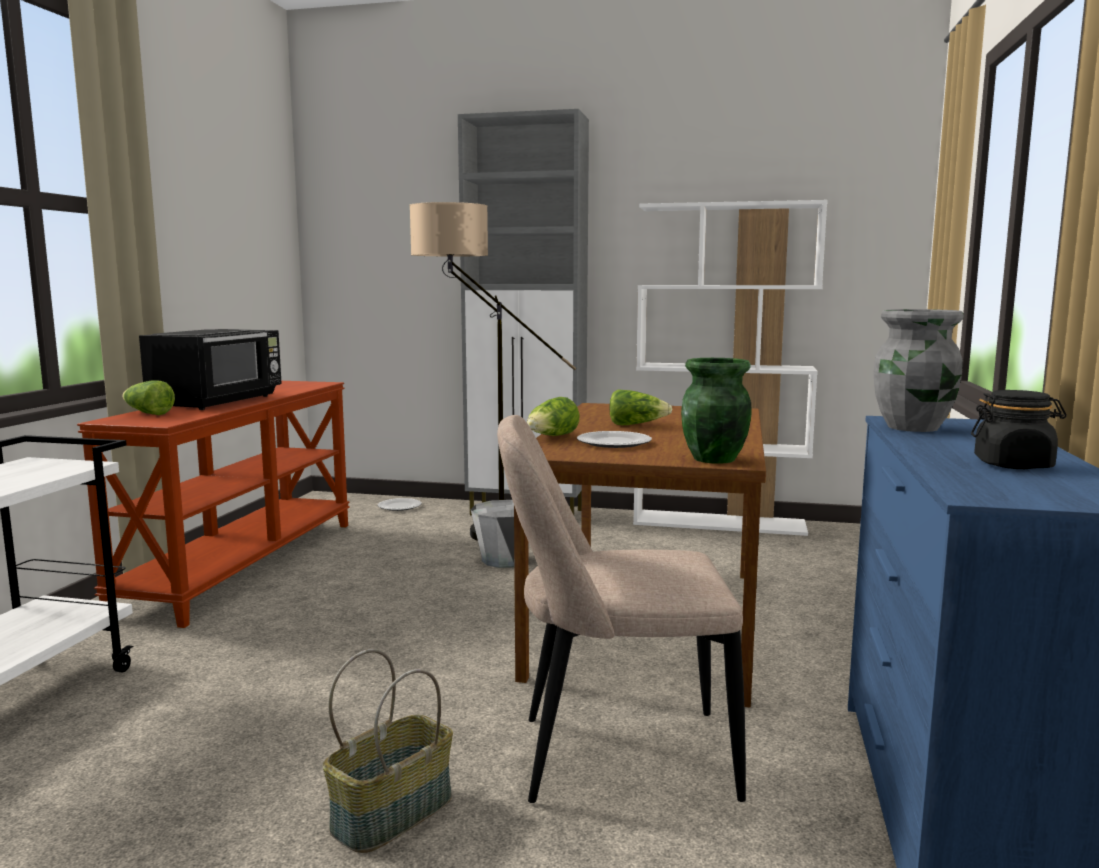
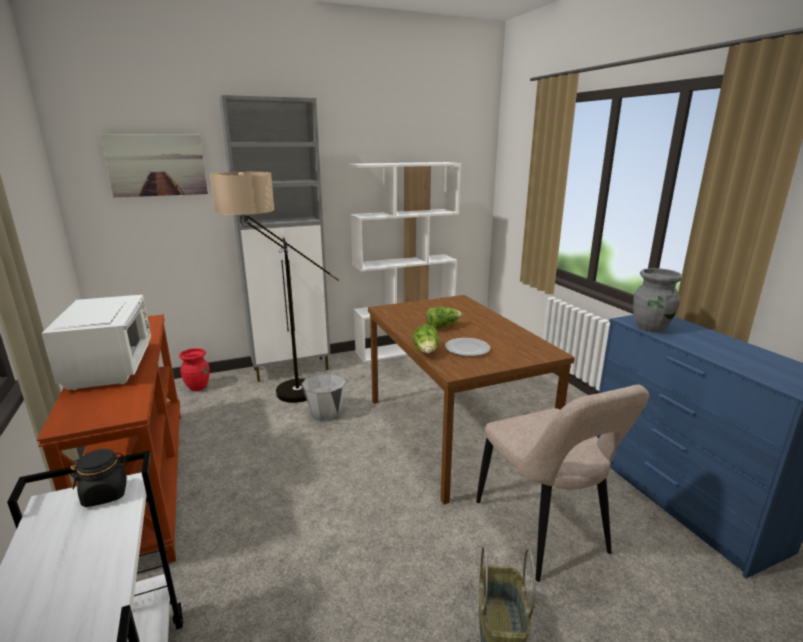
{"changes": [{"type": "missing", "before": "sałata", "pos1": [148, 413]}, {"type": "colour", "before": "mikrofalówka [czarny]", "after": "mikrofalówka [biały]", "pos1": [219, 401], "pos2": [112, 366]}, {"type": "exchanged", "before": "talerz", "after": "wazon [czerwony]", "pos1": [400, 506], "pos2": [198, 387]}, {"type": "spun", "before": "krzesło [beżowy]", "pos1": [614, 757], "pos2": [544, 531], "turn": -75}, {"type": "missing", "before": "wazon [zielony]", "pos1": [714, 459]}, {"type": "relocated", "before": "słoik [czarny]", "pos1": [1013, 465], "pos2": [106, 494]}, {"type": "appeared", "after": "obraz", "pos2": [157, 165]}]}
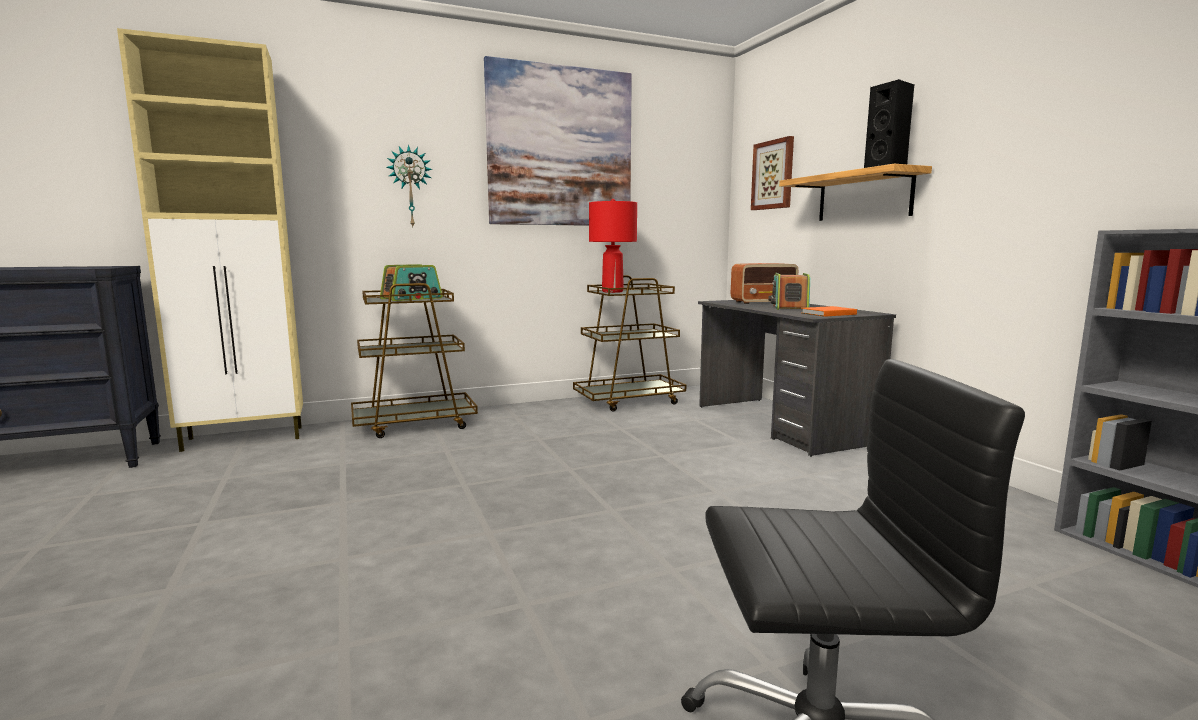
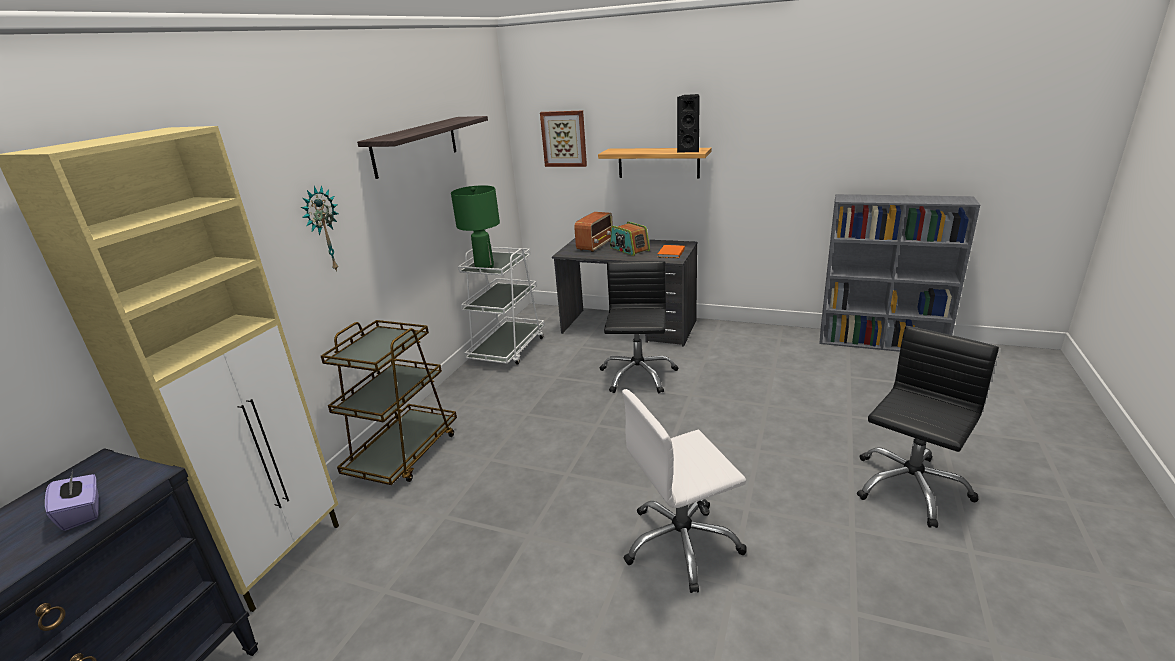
{"changes": [{"type": "missing", "before": "radio", "pos1": [412, 298]}, {"type": "exchanged", "before": "obraz", "after": "półka", "pos1": [560, 147], "pos2": [416, 146]}, {"type": "colour", "before": "wózek [brązowy]", "after": "wózek [biały]", "pos1": [629, 401], "pos2": [508, 349]}, {"type": "colour", "before": "lampa stołowa [czerwony]", "after": "lampa stołowa [zielony]", "pos1": [612, 291], "pos2": [484, 267]}, {"type": "appeared", "after": "pudełko chusteczek [fioletowy]", "pos2": [83, 512]}, {"type": "appeared", "after": "krzesło biurowe [czarny]", "pos2": [637, 375]}, {"type": "appeared", "after": "krzesło biurowe [biały]", "pos2": [681, 544]}]}
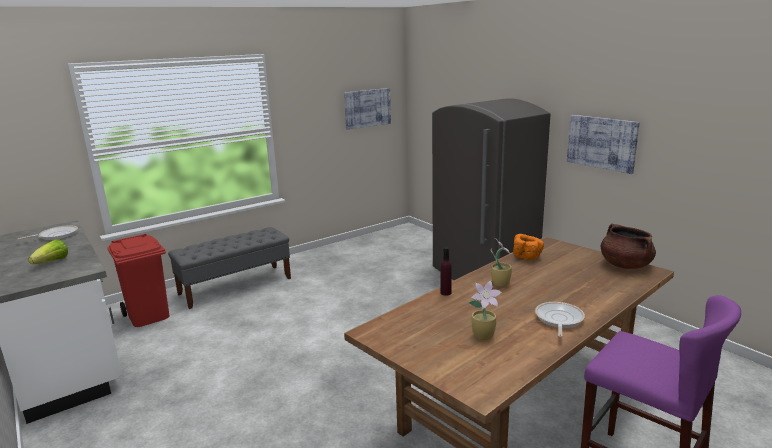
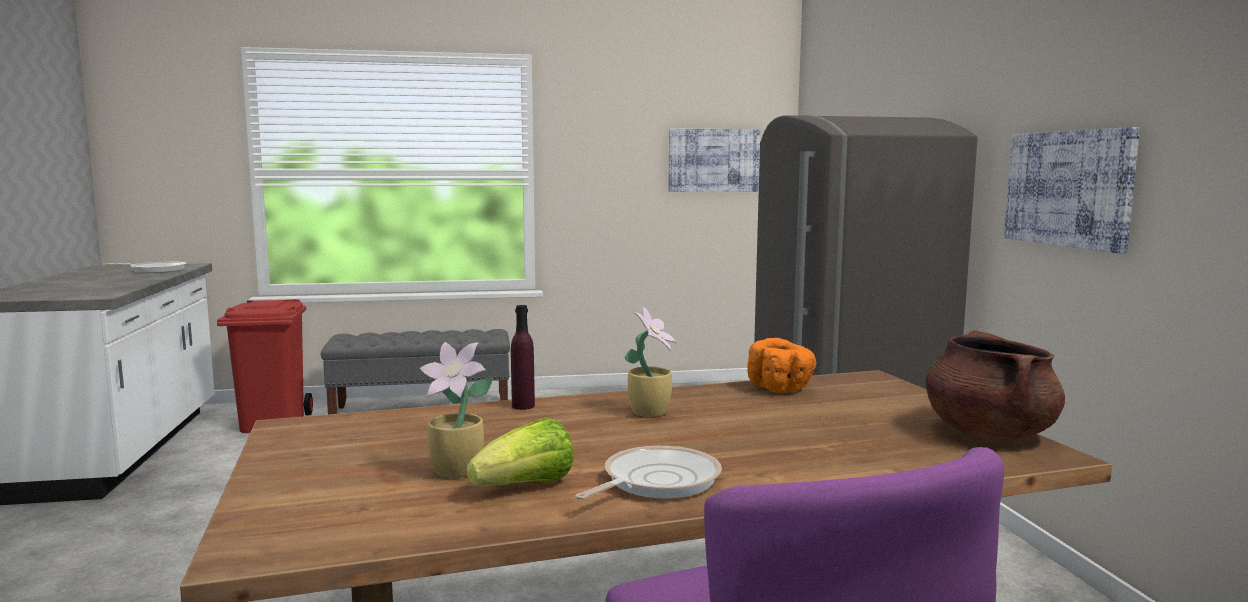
{"changes": [{"type": "relocated", "before": "sałata", "pos1": [52, 262], "pos2": [526, 487]}]}
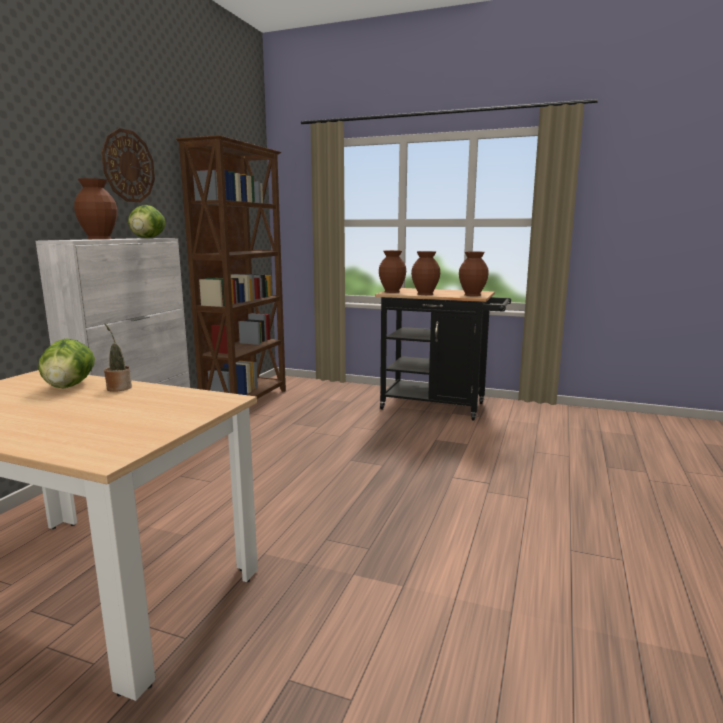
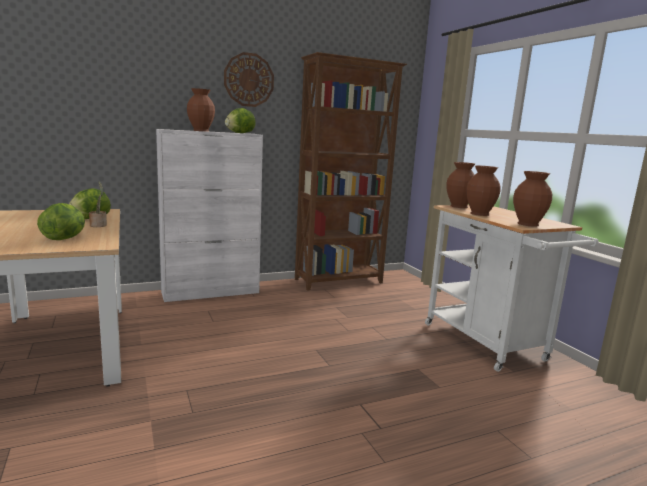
{"changes": [{"type": "colour", "before": "wózek [czarny]", "after": "wózek [biały]", "pos1": [440, 407], "pos2": [489, 345]}, {"type": "appeared", "after": "sałata", "pos2": [65, 238]}]}
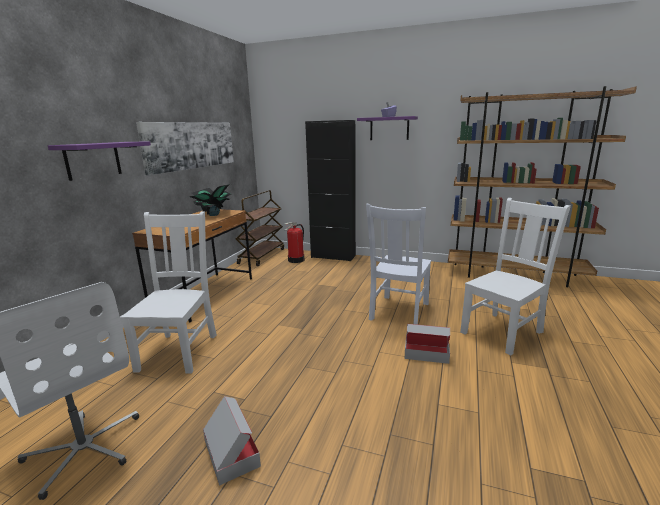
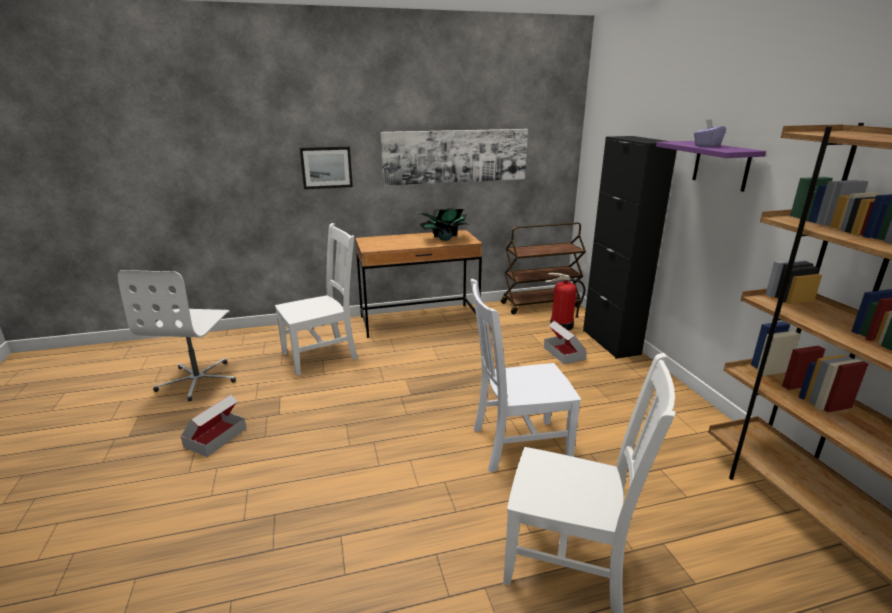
{"changes": [{"type": "exchanged", "before": "półka [fioletowy]", "after": "obraz", "pos1": [93, 160], "pos2": [326, 167]}, {"type": "relocated", "before": "karton", "pos1": [426, 353], "pos2": [564, 353]}]}
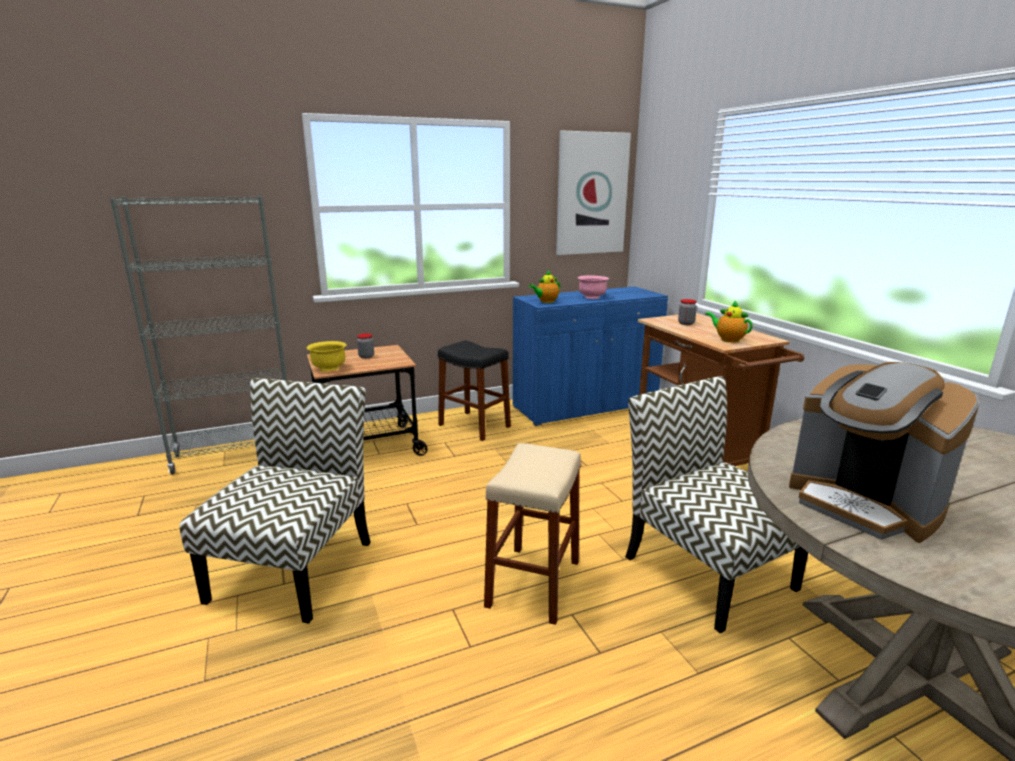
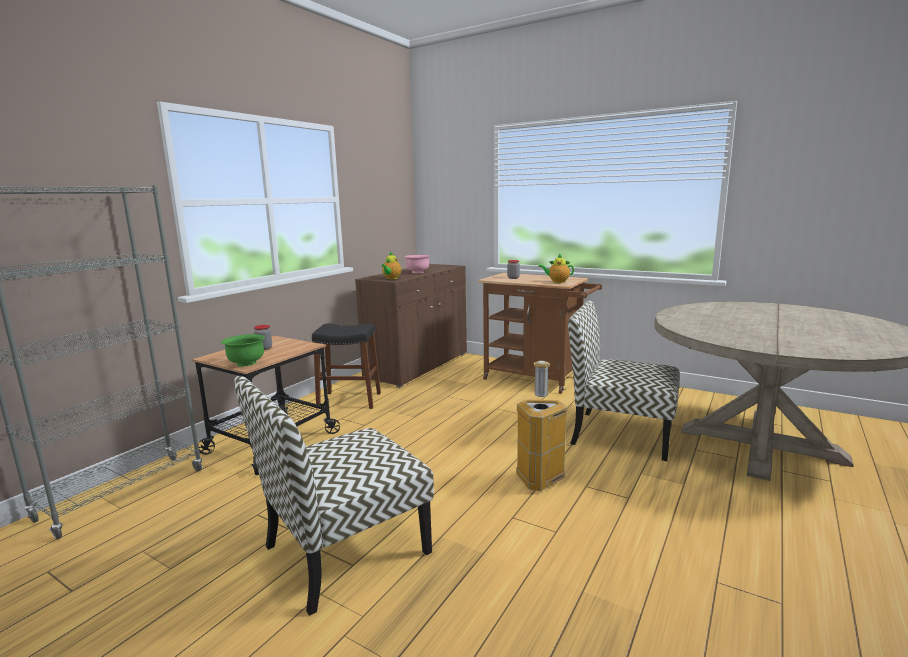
{"changes": [{"type": "spun", "before": "krzesło", "pos1": [293, 568], "pos2": [344, 551], "turn": -105}, {"type": "colour", "before": "miska [żółty]", "after": "miska [zielony]", "pos1": [329, 368], "pos2": [246, 363]}, {"type": "exchanged", "before": "stołek [beżowy]", "after": "kosz na śmieci", "pos1": [534, 583], "pos2": [540, 480]}, {"type": "colour", "before": "szafka [niebieski]", "after": "szafka [brązowy]", "pos1": [585, 406], "pos2": [418, 366]}, {"type": "missing", "before": "obraz", "pos1": [591, 194]}, {"type": "missing", "before": "ekspres do kawy", "pos1": [863, 504]}]}
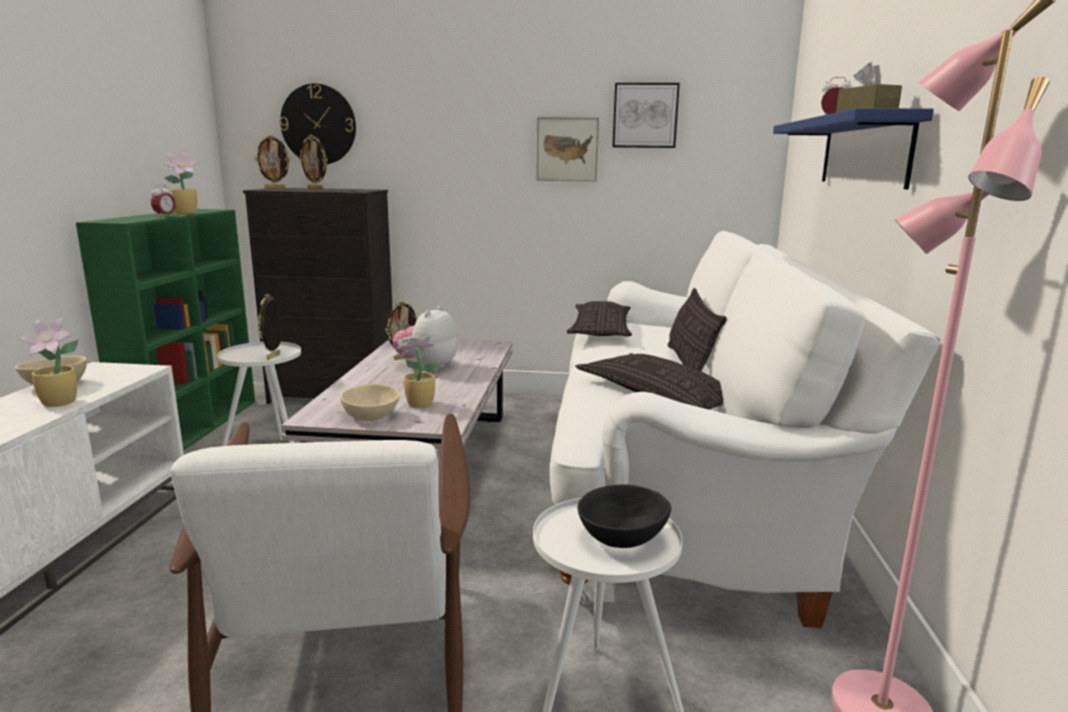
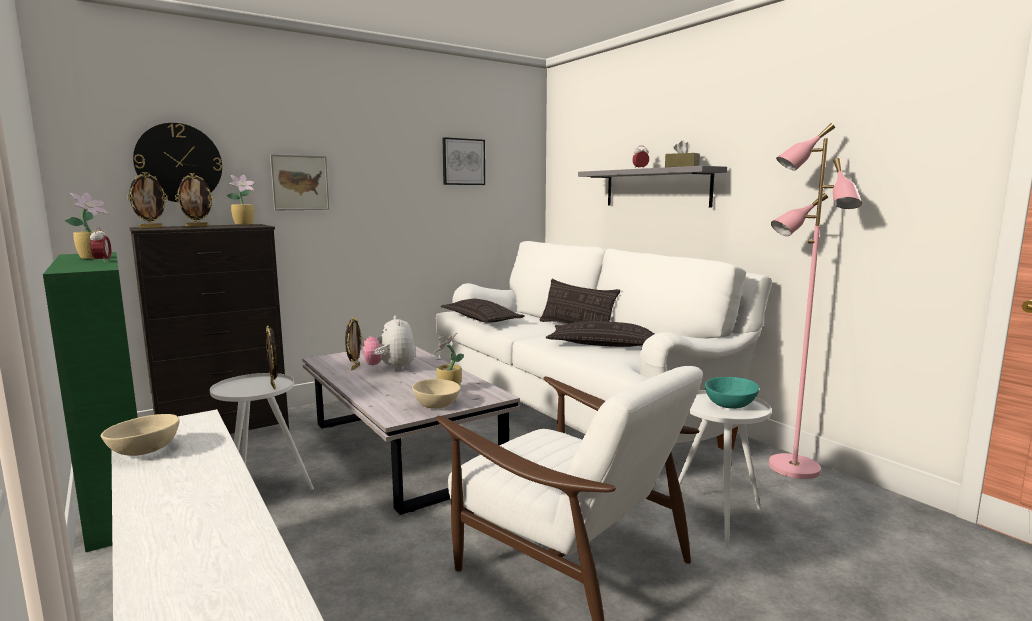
{"changes": [{"type": "relocated", "before": "roślina doniczkowa", "pos1": [60, 403], "pos2": [245, 224]}, {"type": "relocated", "before": "obraz", "pos1": [567, 149], "pos2": [300, 182]}, {"type": "colour", "before": "miska [czarny]", "after": "miska [turkusowy]", "pos1": [623, 537], "pos2": [730, 405]}, {"type": "colour", "before": "półka [niebieski]", "after": "półka [szary]", "pos1": [863, 152], "pos2": [656, 188]}]}
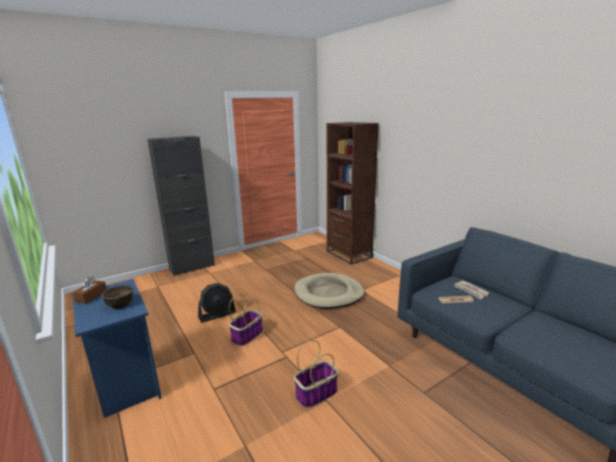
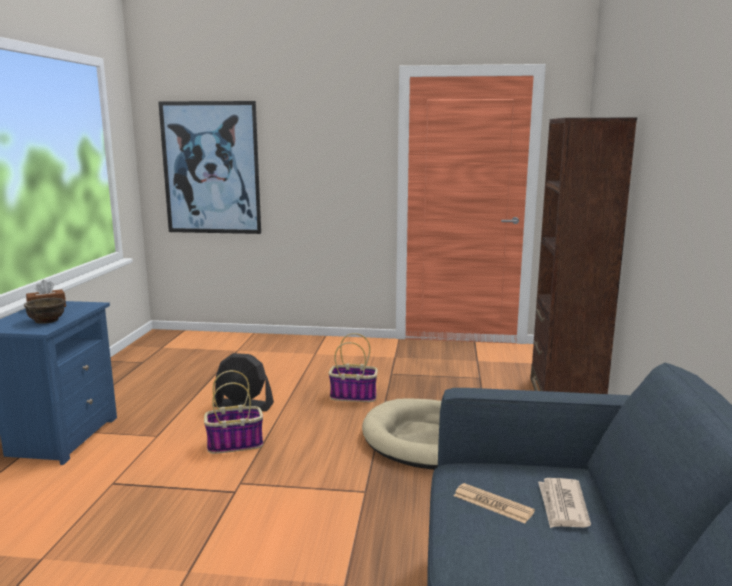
{"changes": [{"type": "missing", "before": "szafka [czarny]", "pos1": [192, 267]}, {"type": "relocated", "before": "koszyk", "pos1": [316, 393], "pos2": [354, 396]}, {"type": "appeared", "after": "obraz", "pos2": [211, 168]}]}
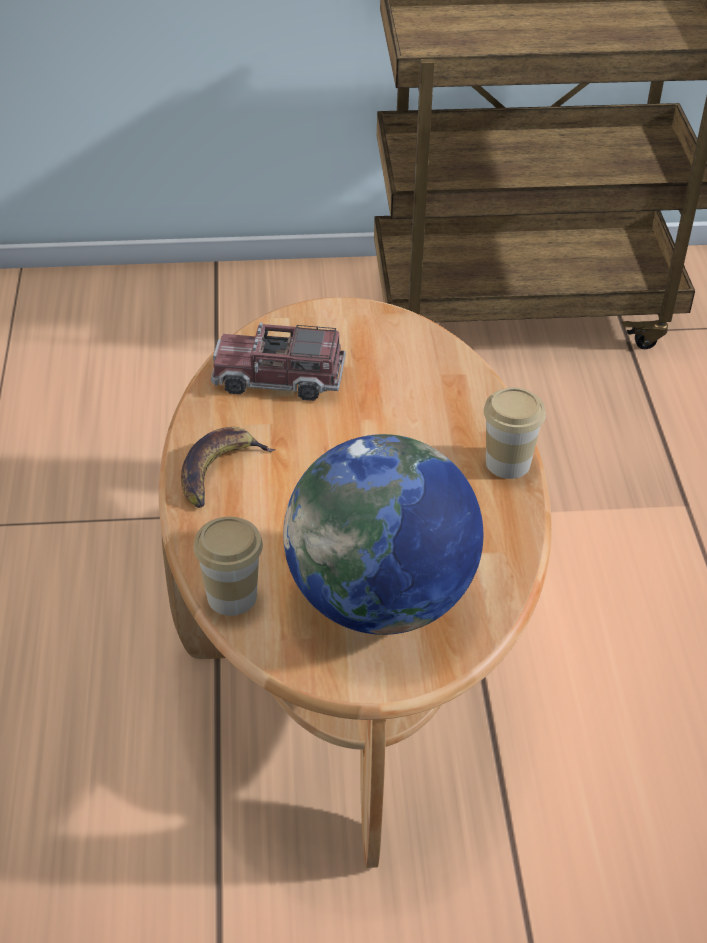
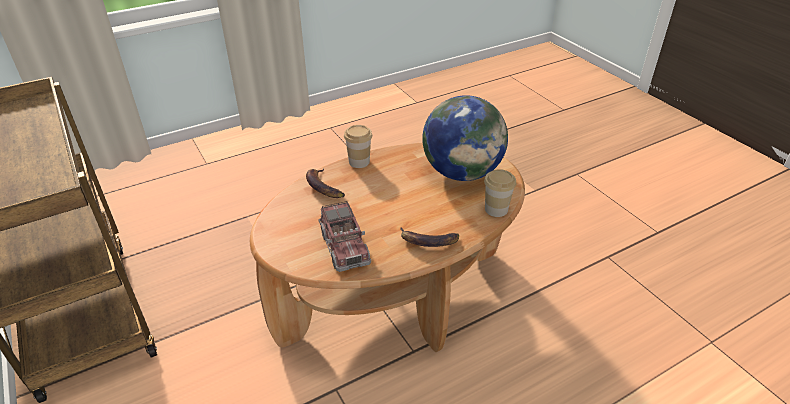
{"changes": [{"type": "appeared", "after": "banan", "pos2": [323, 187]}]}
